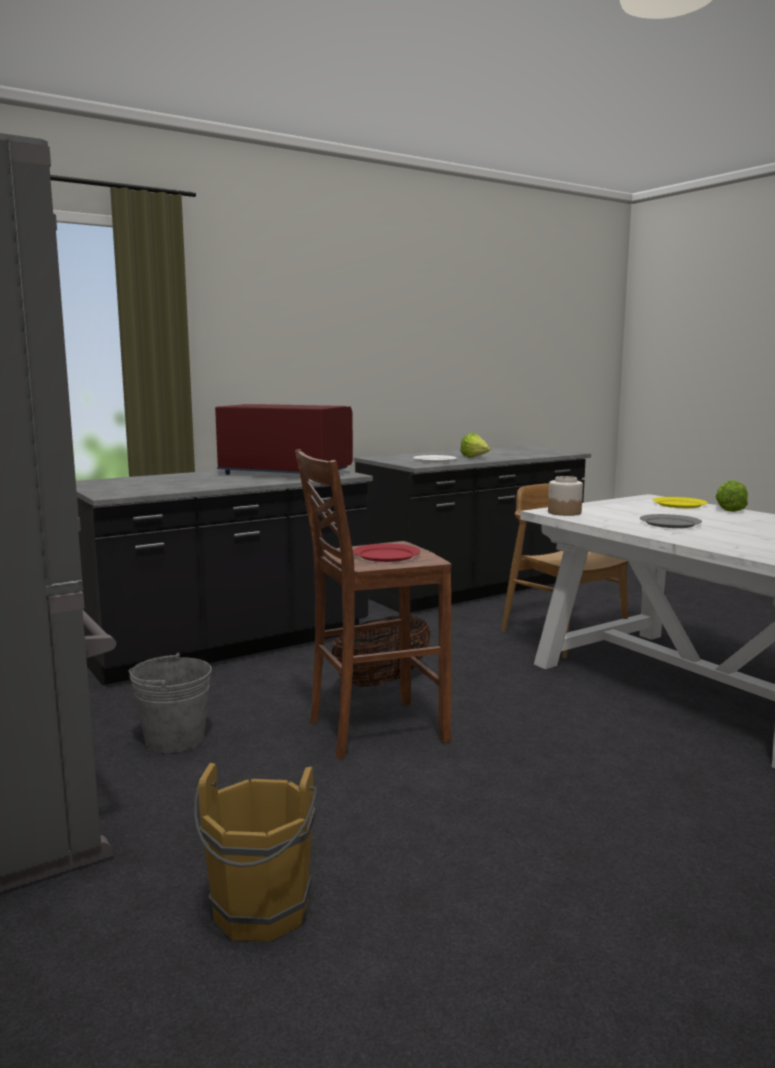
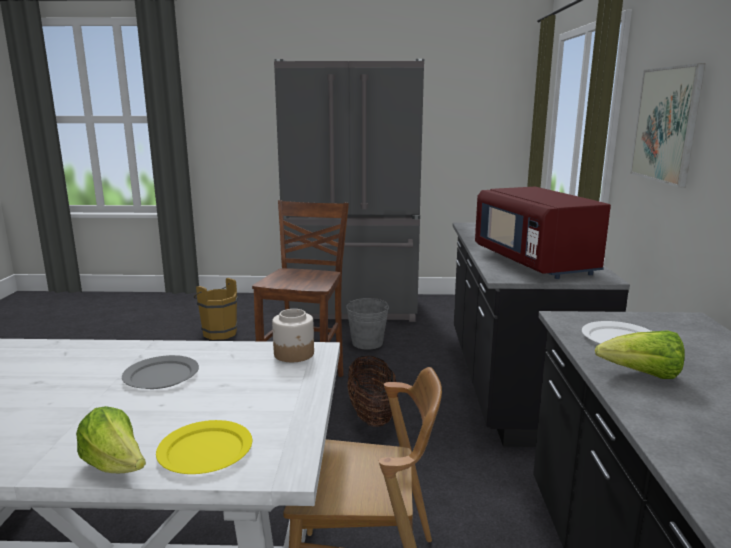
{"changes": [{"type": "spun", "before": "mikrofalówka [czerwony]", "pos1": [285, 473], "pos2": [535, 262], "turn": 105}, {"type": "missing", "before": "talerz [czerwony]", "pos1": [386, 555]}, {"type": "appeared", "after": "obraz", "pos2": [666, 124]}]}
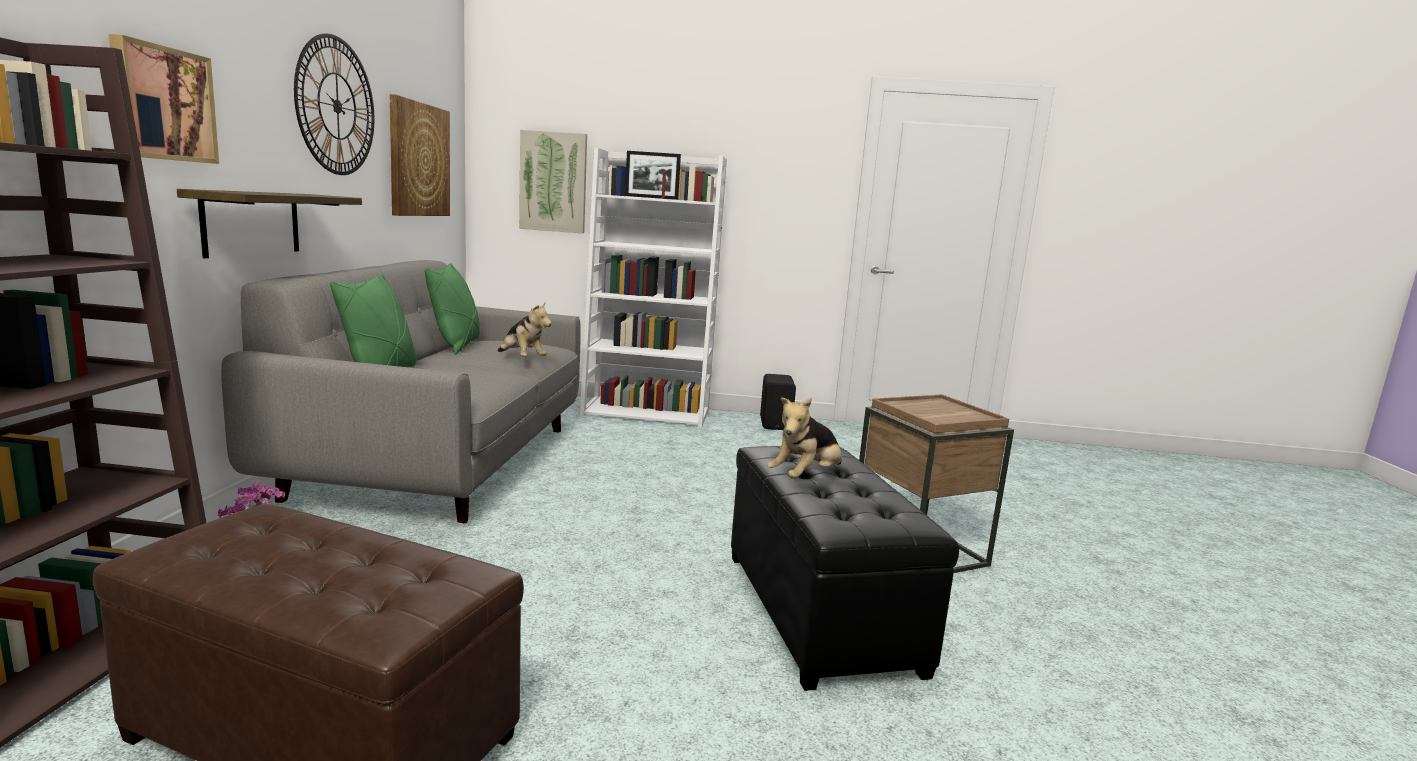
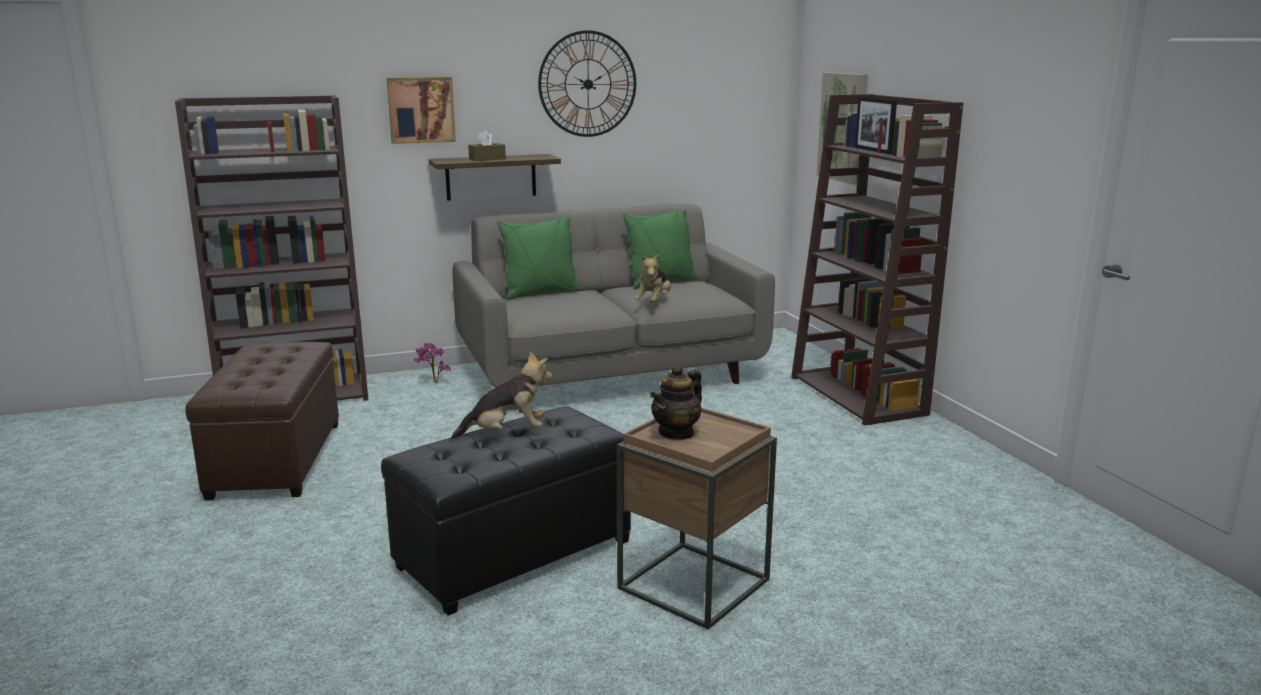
{"changes": [{"type": "missing", "before": "obraz", "pos1": [418, 160]}, {"type": "colour", "before": "regał [biały]", "after": "regał [brązowy]", "pos1": [647, 413], "pos2": [859, 396]}, {"type": "missing", "before": "głośnik [czarny]", "pos1": [776, 424]}, {"type": "spun", "before": "pluszak", "pos1": [806, 477], "pos2": [507, 433], "turn": 150}, {"type": "appeared", "after": "pudełko chusteczek [brązowy]", "pos2": [487, 159]}, {"type": "appeared", "after": "imbryk", "pos2": [676, 433]}]}
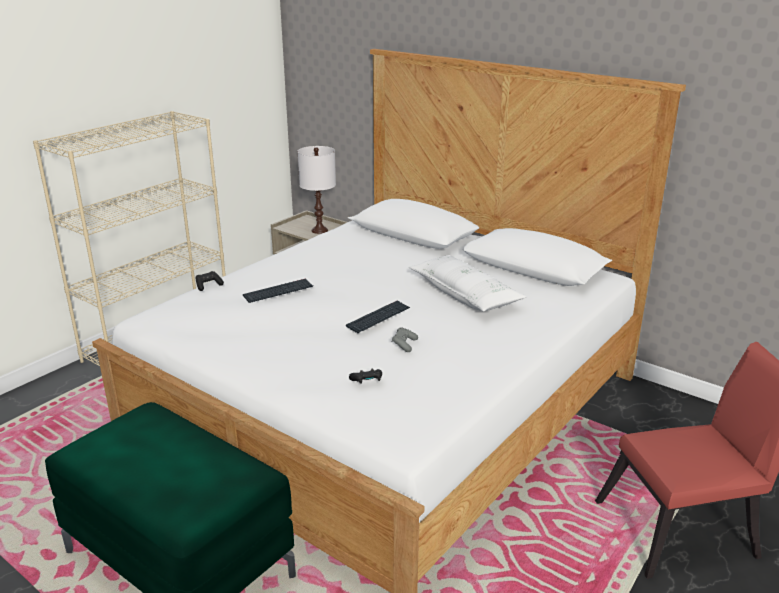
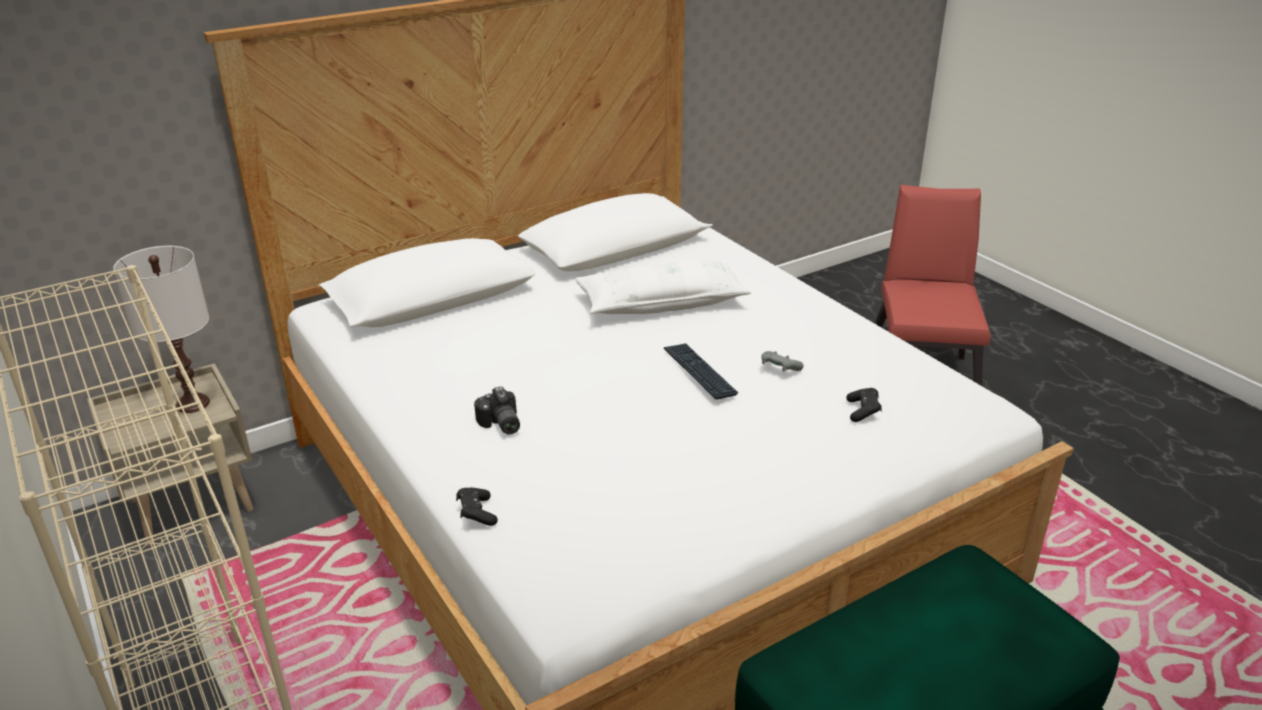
{"changes": [{"type": "missing", "before": "klawiatura", "pos1": [278, 292]}, {"type": "appeared", "after": "aparat fotograficzny", "pos2": [500, 425]}]}
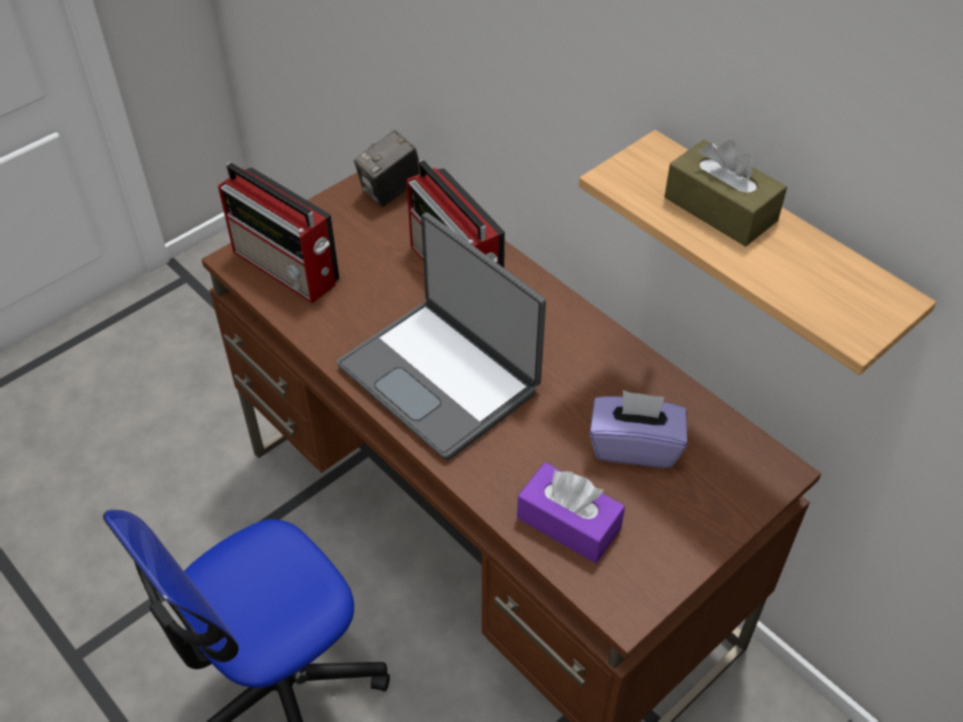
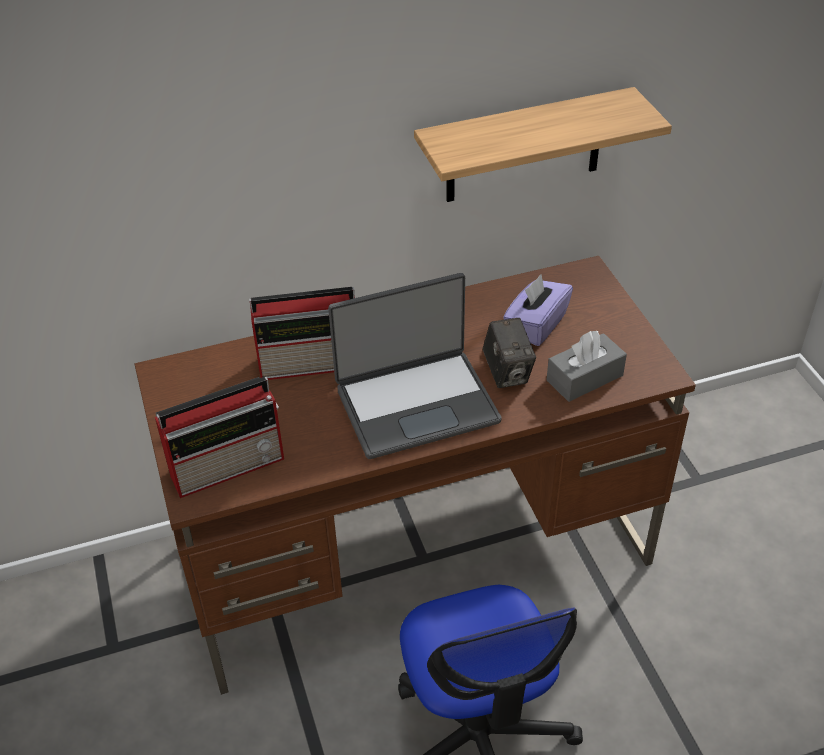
{"changes": [{"type": "relocated", "before": "aparat fotograficzny", "pos1": [391, 191], "pos2": [507, 372]}, {"type": "colour", "before": "pudełko chusteczek [fioletowy]", "after": "pudełko chusteczek [szary]", "pos1": [568, 523], "pos2": [584, 378]}, {"type": "missing", "before": "pudełko chusteczek [brązowy]", "pos1": [720, 209]}]}
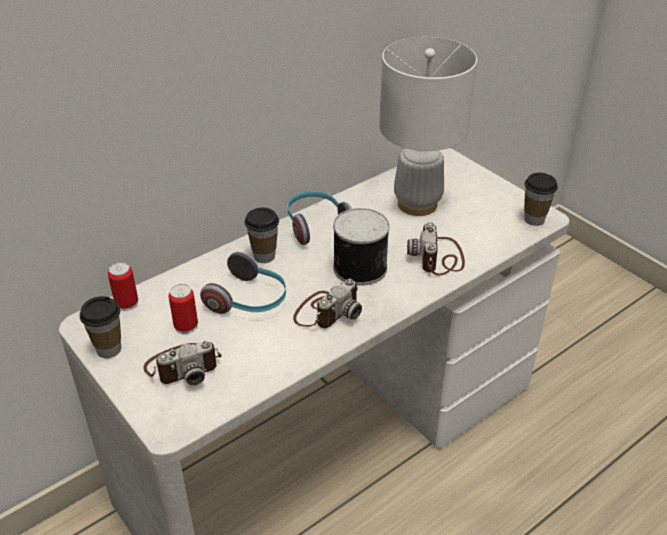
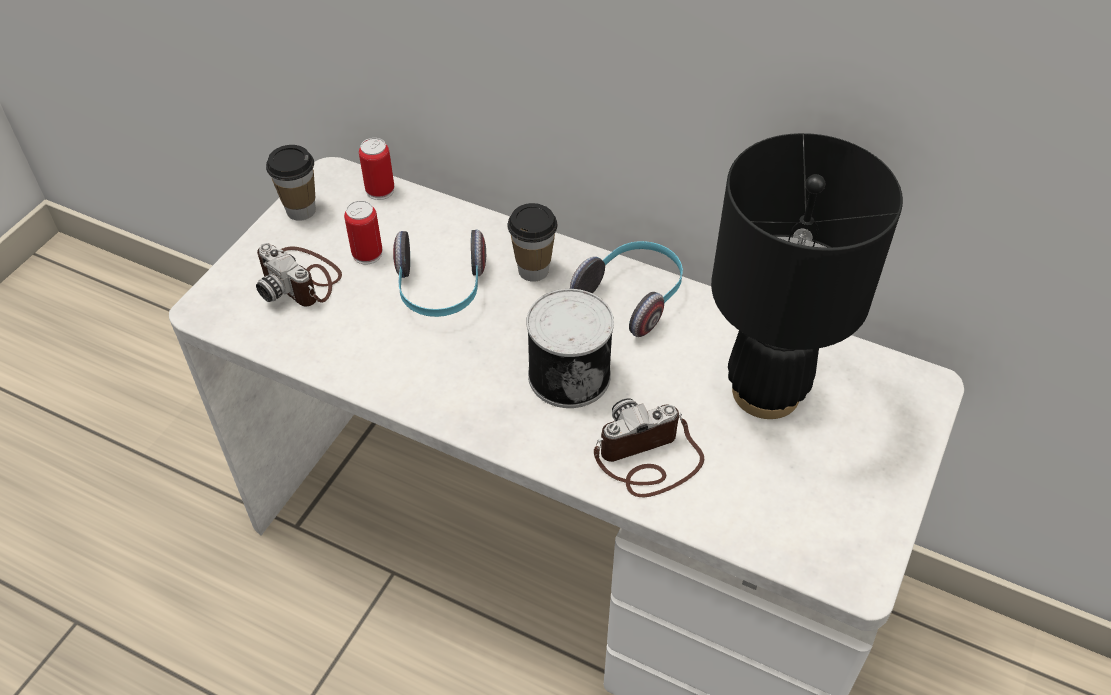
{"changes": [{"type": "missing", "before": "aparat fotograficzny", "pos1": [327, 311]}, {"type": "colour", "before": "lampa stołowa [biały]", "after": "lampa stołowa [czarny]", "pos1": [417, 204], "pos2": [766, 391]}, {"type": "missing", "before": "filiżanka", "pos1": [534, 219]}]}
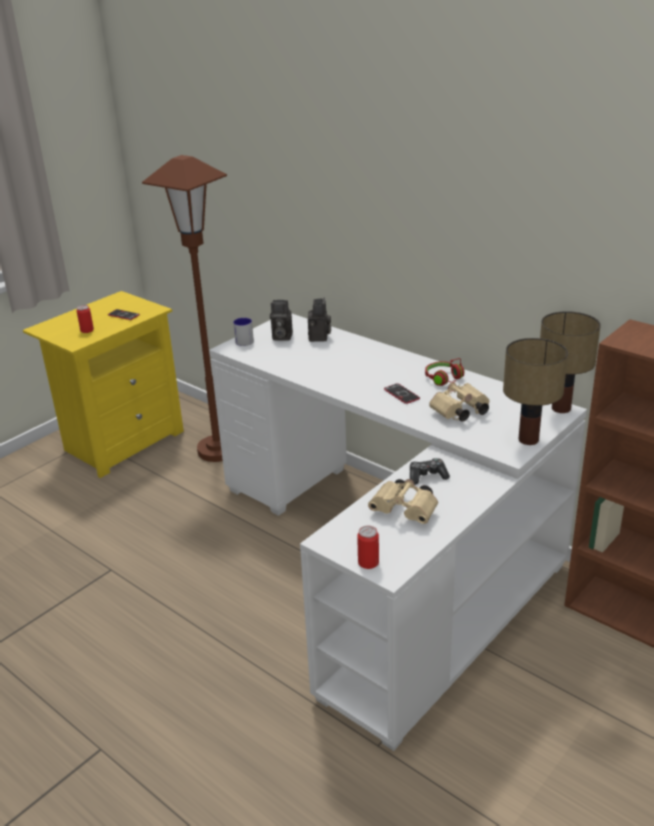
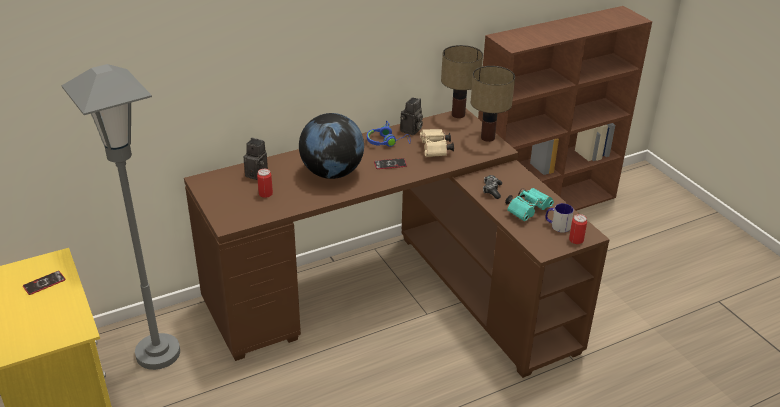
{"changes": [{"type": "relocated", "before": "puszka", "pos1": [87, 330], "pos2": [265, 194]}, {"type": "colour", "before": "lampa stojąca [brązowy]", "after": "lampa stojąca [szary]", "pos1": [218, 450], "pos2": [158, 353]}, {"type": "colour", "before": "biurko [biały]", "after": "biurko [brązowy]", "pos1": [391, 559], "pos2": [397, 295]}, {"type": "relocated", "before": "kubek", "pos1": [244, 340], "pos2": [557, 226]}, {"type": "relocated", "before": "aparat fotograficzny", "pos1": [281, 337], "pos2": [411, 131]}, {"type": "colour", "before": "lornetka [beżowy]", "after": "lornetka [turkusowy]", "pos1": [406, 511], "pos2": [528, 210]}, {"type": "colour", "before": "słuchawki [czerwony]", "after": "słuchawki [niebieski]", "pos1": [446, 381], "pos2": [387, 142]}, {"type": "appeared", "after": "globus", "pos2": [332, 173]}]}
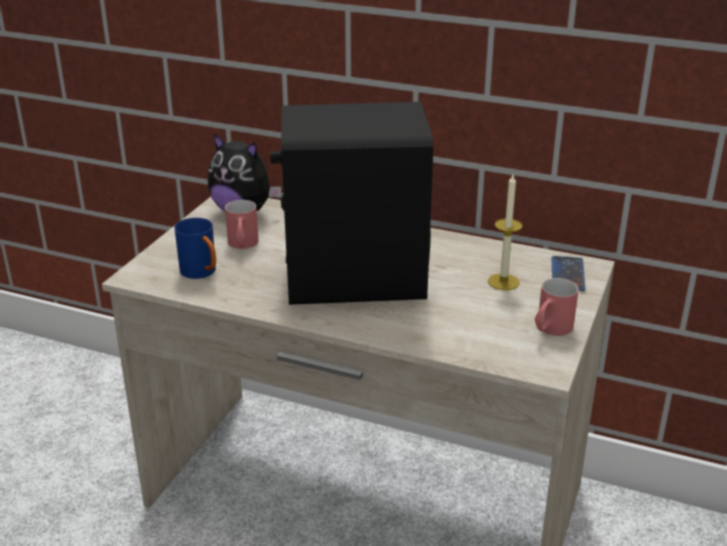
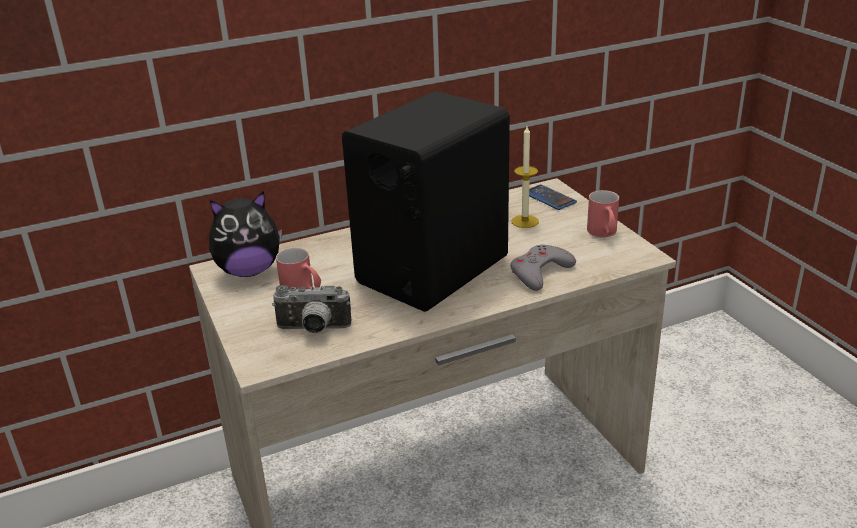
{"changes": [{"type": "exchanged", "before": "kubek [niebieski]", "after": "aparat fotograficzny", "pos1": [202, 273], "pos2": [313, 330]}, {"type": "appeared", "after": "pad do gier [szary]", "pos2": [540, 272]}]}
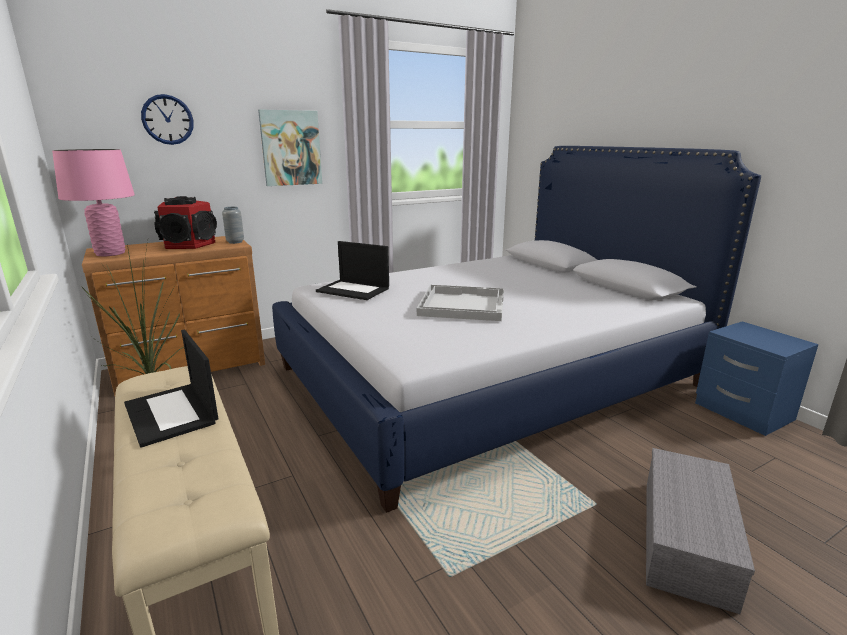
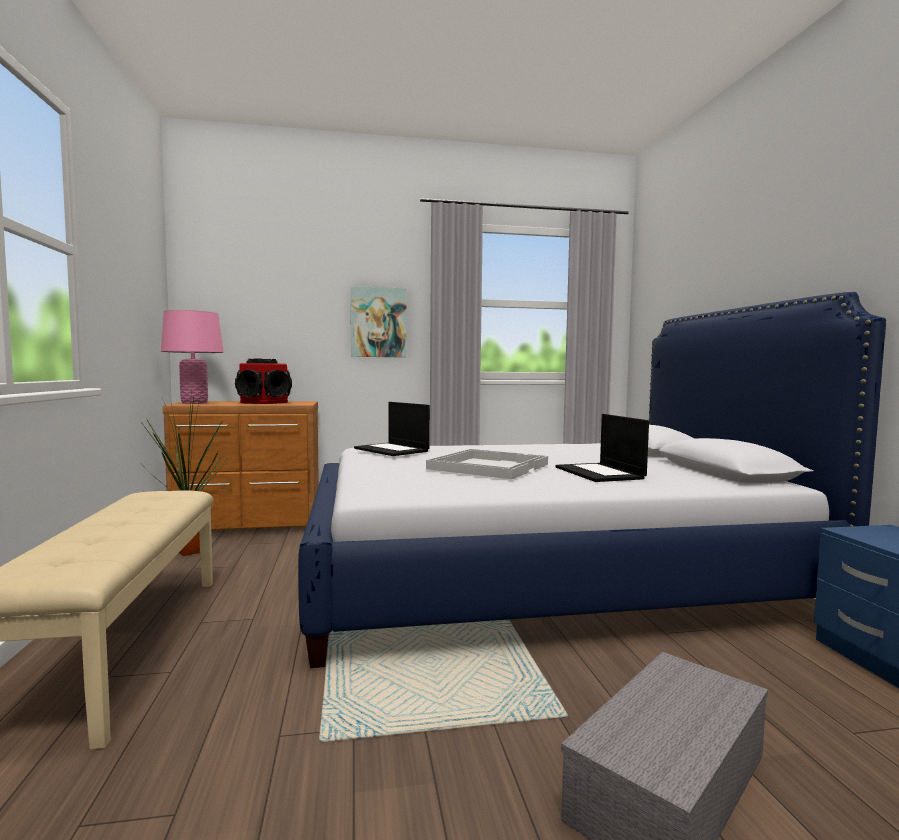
{"changes": [{"type": "relocated", "before": "laptop", "pos1": [172, 413], "pos2": [600, 473]}, {"type": "missing", "before": "zegar ścienny", "pos1": [167, 119]}, {"type": "missing", "before": "wazon [szary]", "pos1": [235, 242]}]}
